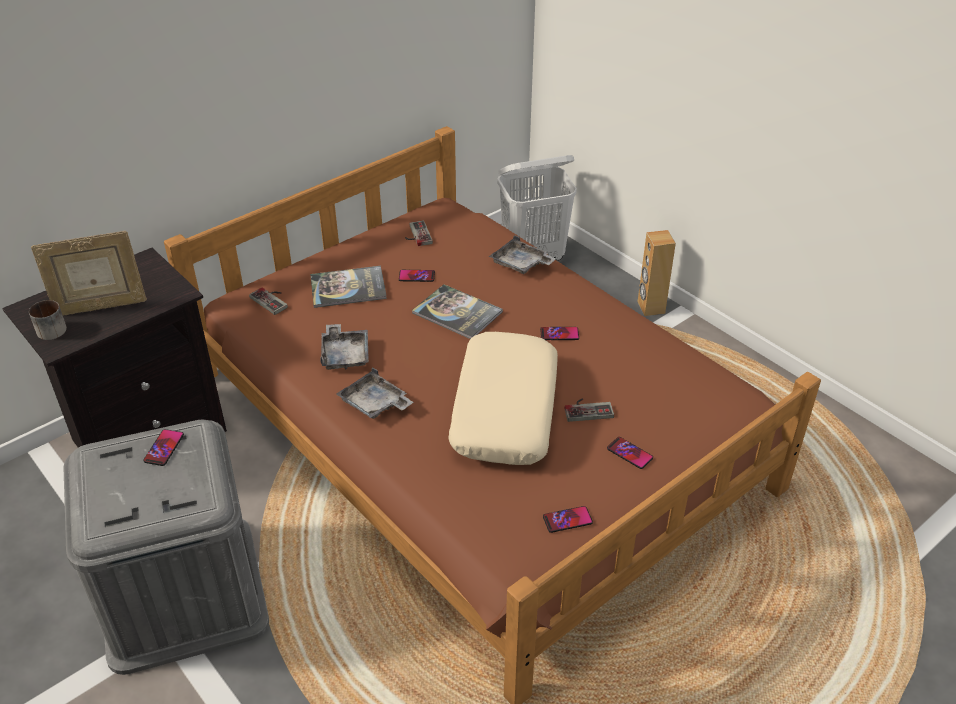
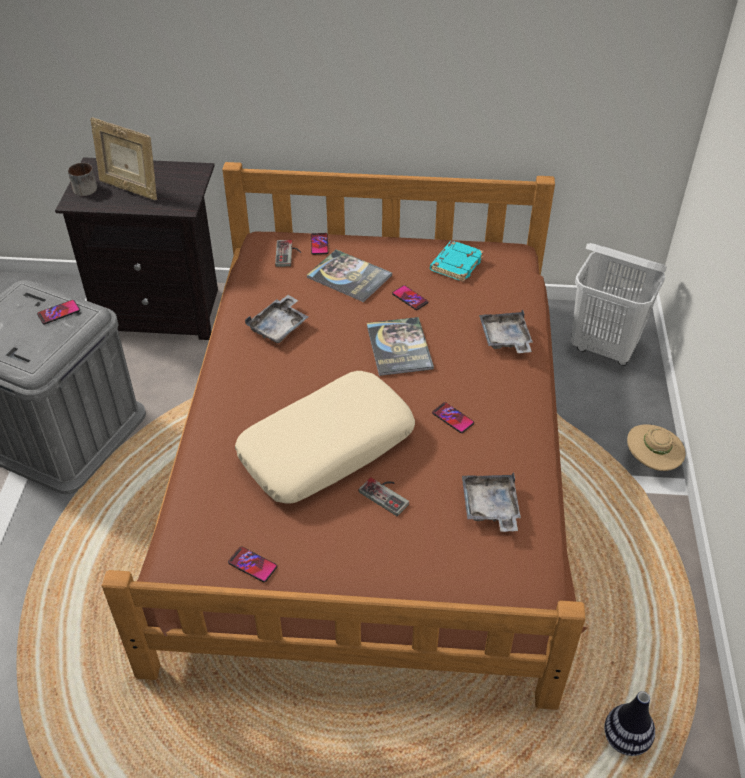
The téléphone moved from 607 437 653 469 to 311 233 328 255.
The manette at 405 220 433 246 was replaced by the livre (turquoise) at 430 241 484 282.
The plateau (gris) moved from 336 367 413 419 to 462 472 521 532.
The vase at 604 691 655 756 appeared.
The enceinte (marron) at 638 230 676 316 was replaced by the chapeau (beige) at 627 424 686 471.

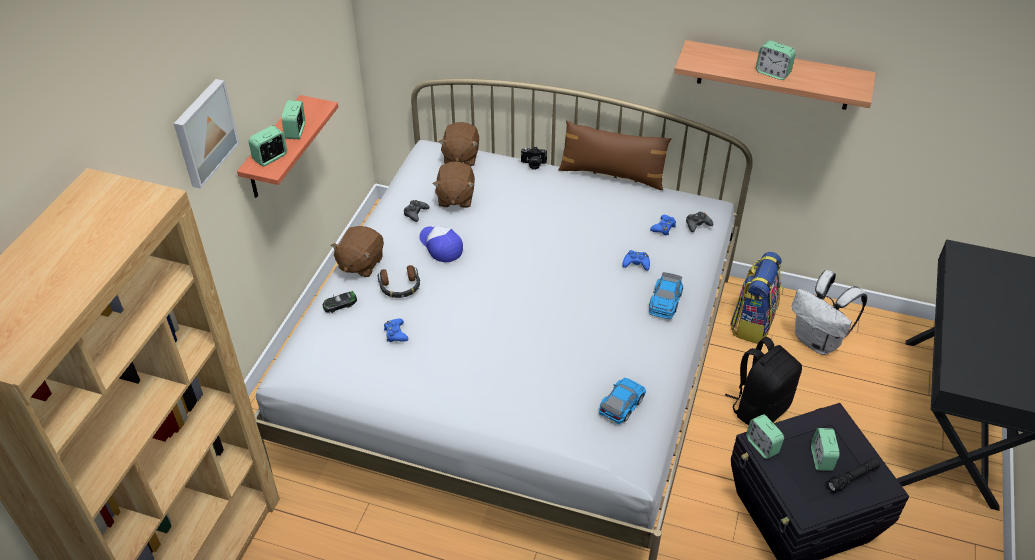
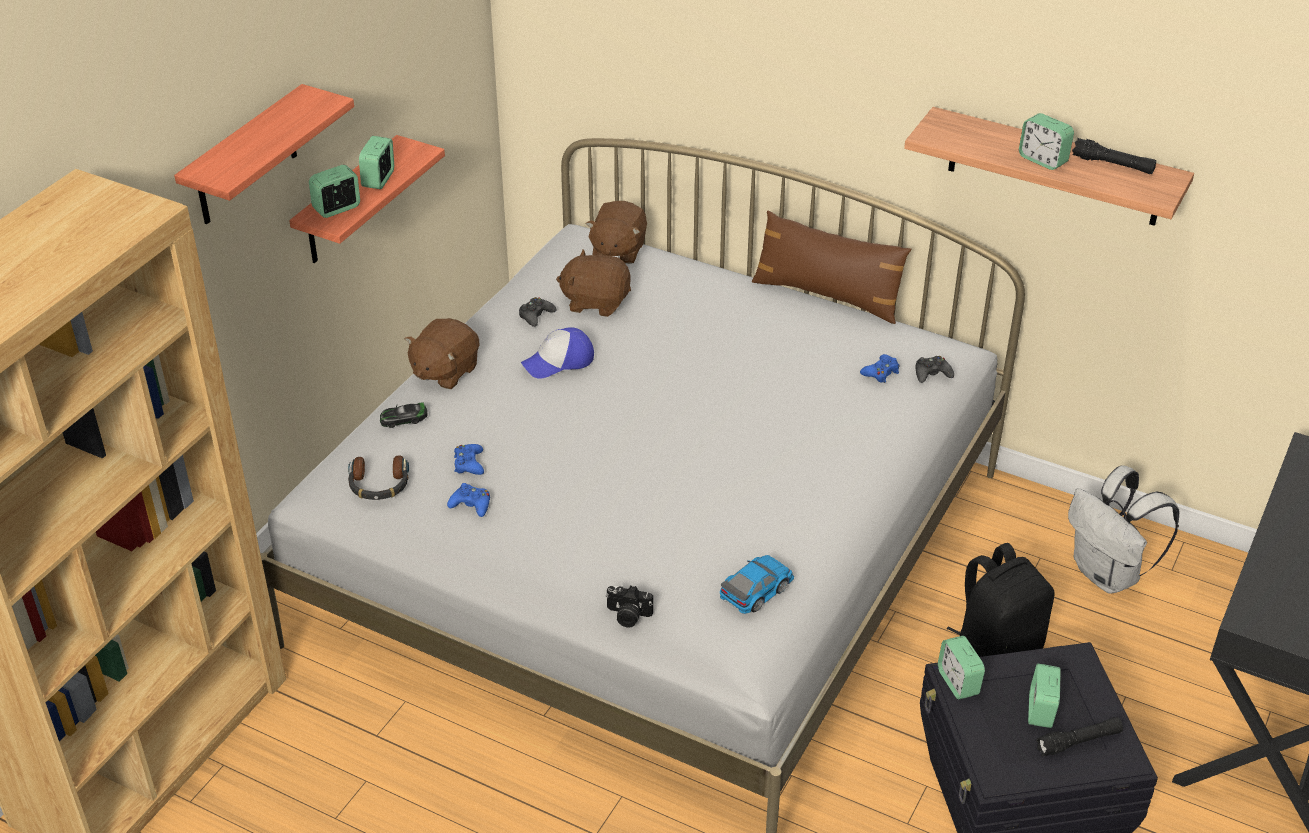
The tableau at 174 79 239 189 was replaced by the étagère at 174 84 354 224.
The casque audio moved from 377 265 420 298 to 348 455 409 500.
The manette (bleu) moved from 623 250 650 271 to 447 483 490 517.
The casquette at 419 226 463 262 turned 90 degrees counterclockwise.
The peluche (marron) at 433 162 475 208 turned 90 degrees clockwise.
The appareil photo moved from 521 147 547 170 to 605 585 653 627.
The lampe de poche (noir) at 1072 138 1156 174 appeared.
The petite voiture at 649 272 683 319 disappeared.
The sac à dos at 730 252 782 344 disappeared.

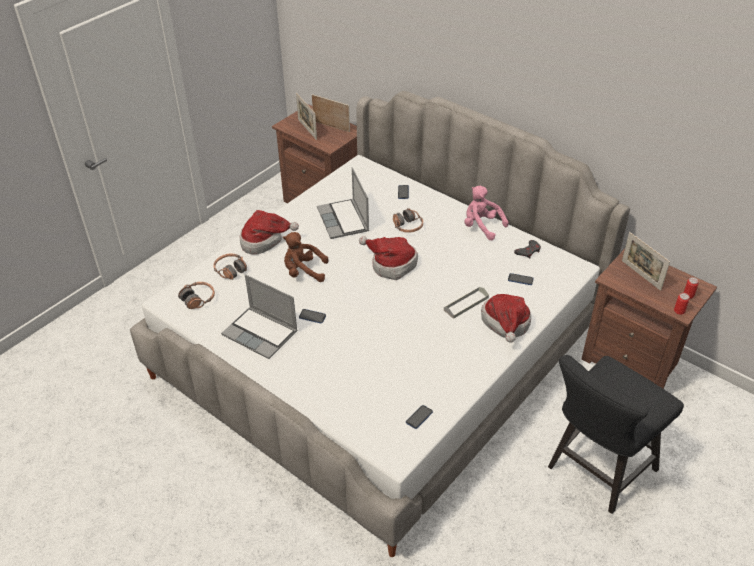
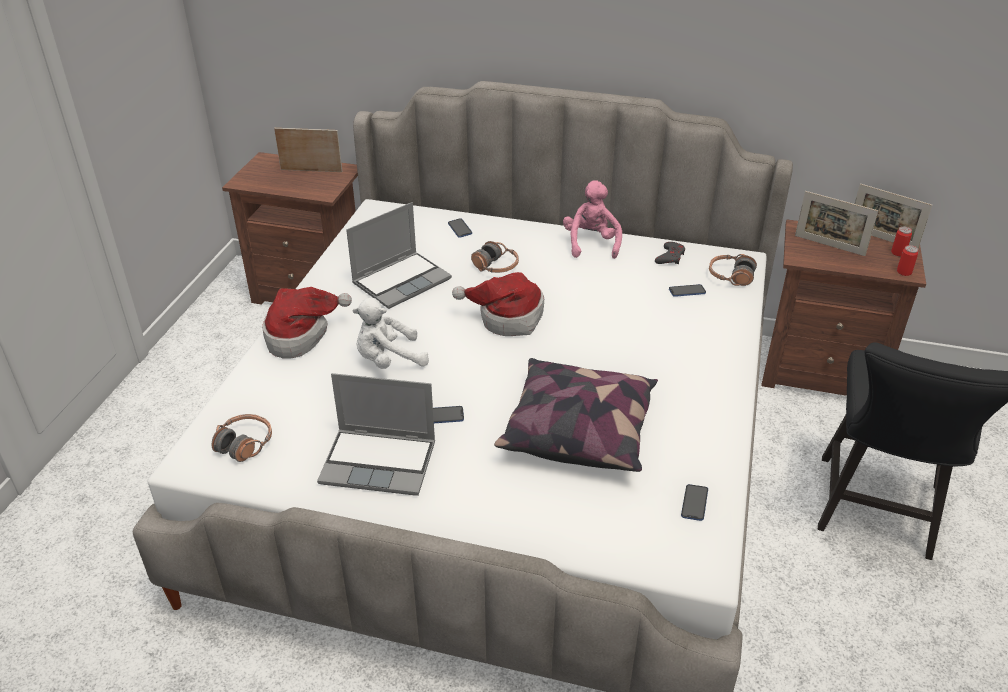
The ordinateur portable at 317 168 369 239 turned 90 degrees counterclockwise.
The peluche (marron) at 283 232 328 282 became the peluche (blanc) at 352 298 429 369.
The coussin at 494 358 658 472 appeared.
The peluche (rose) at 464 186 509 240 turned 75 degrees clockwise.
The casque audio moved from 213 254 247 280 to 709 254 757 286.
The cadre photo moved from 296 93 317 140 to 854 183 932 249.
The plateau (gris) at 444 287 489 319 disappeared.
The chapeau at 481 294 531 343 disappeared.

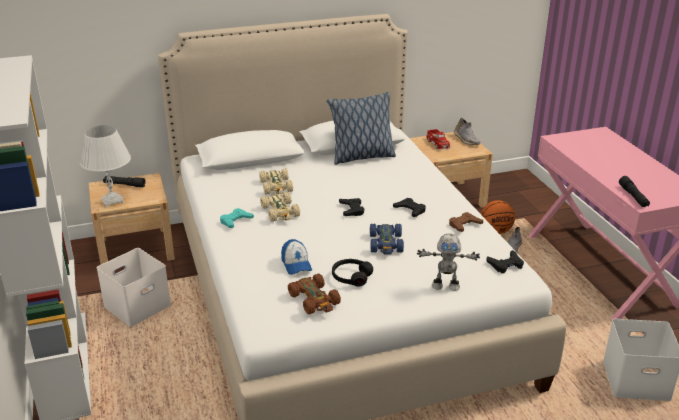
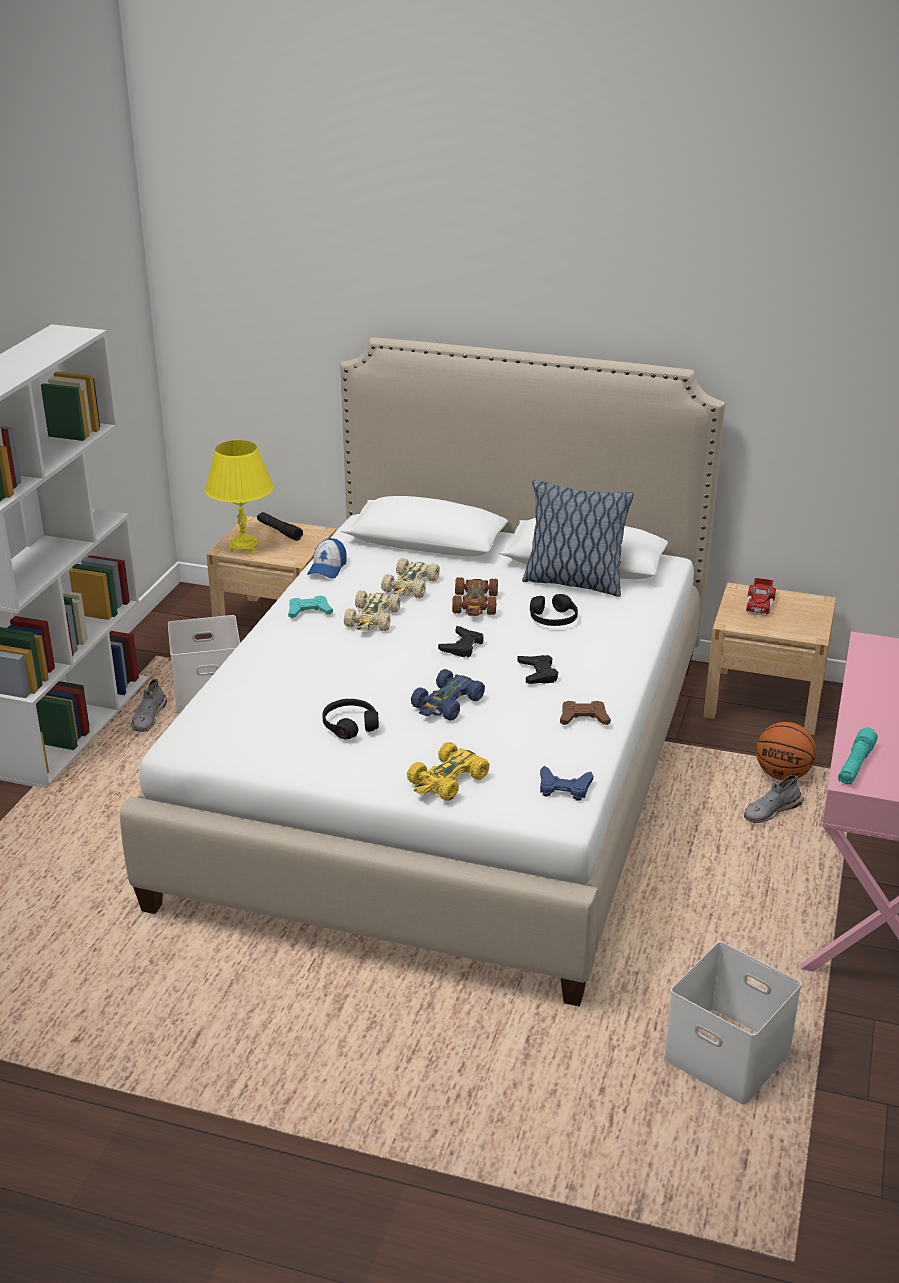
The chaussure (gris) moved from 454 118 480 145 to 131 679 167 732.
The lampe de table (blanc) at 80 125 131 208 became the lampe de table (jaune) at 205 440 274 553.
The casquette moved from 281 239 312 275 to 307 538 347 578.
The robot jouet at 417 234 480 291 was replaced by the petite voiture (jaune) at 407 742 489 801.
The petite voiture (marron) moved from 288 274 341 314 to 452 577 498 616.
The casque audio (noir) at 530 594 578 626 appeared.
The manette (noir) at 487 250 524 273 became the manette (bleu) at 540 766 593 801.
The lampe de poche (noir) at 619 176 650 207 became the lampe de poche (turquoise) at 838 727 878 785.

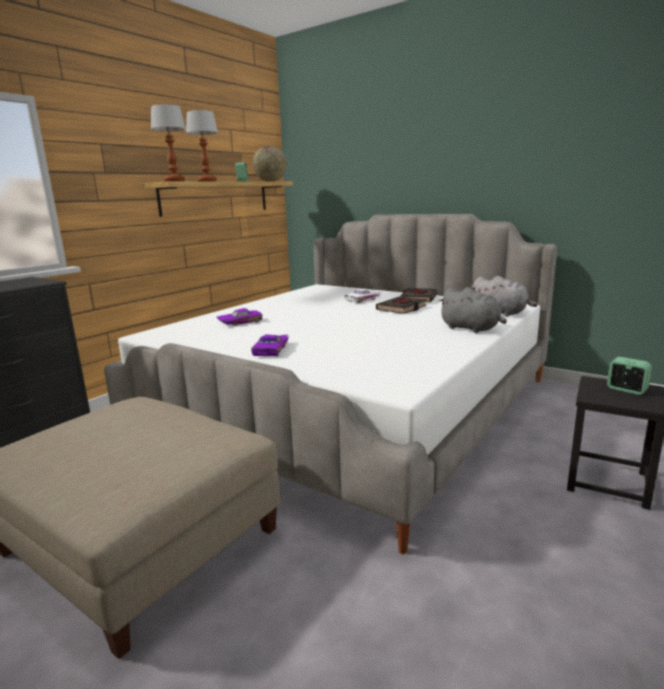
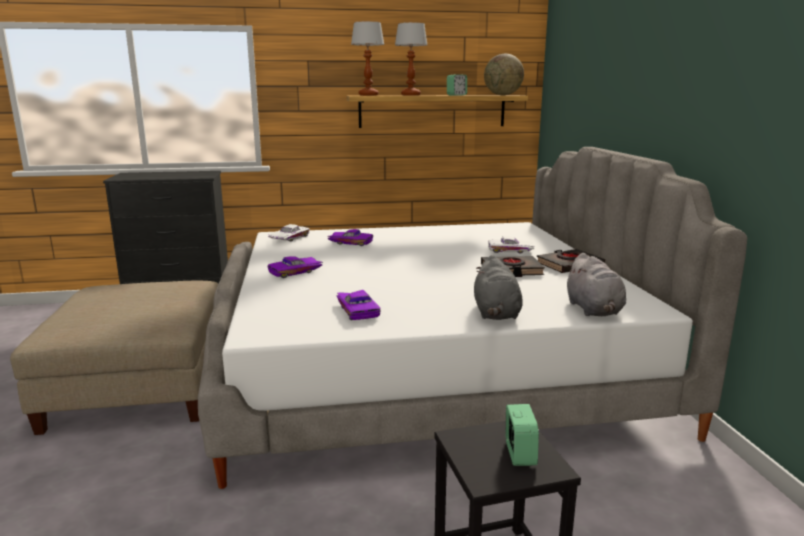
The petite voiture (blanc) at 268 224 310 241 appeared.
The petite voiture (violet) at 336 290 381 320 appeared.

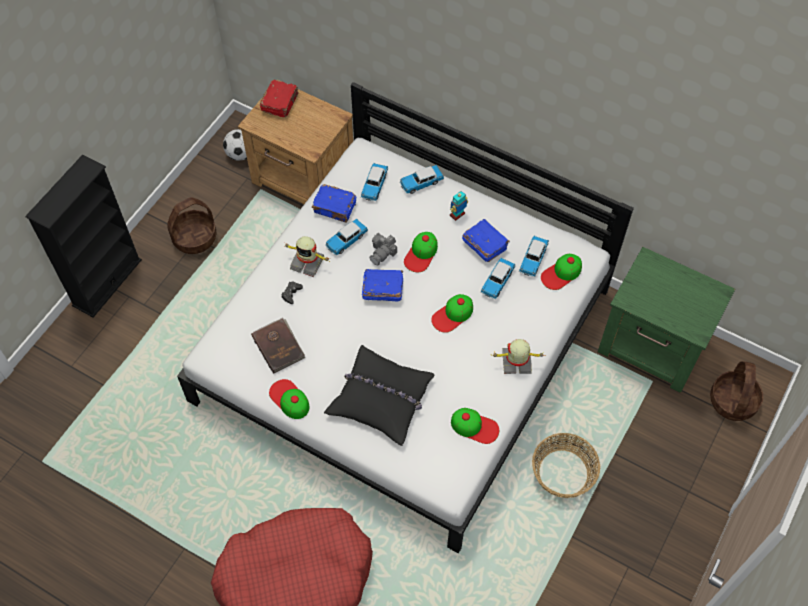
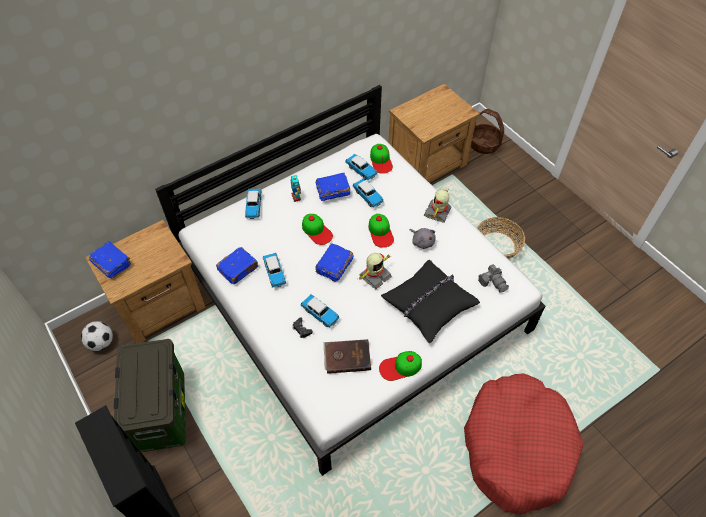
The livre (rouge) at 260 80 299 117 became the livre (bleu) at 89 241 131 278.
The panier at 167 198 216 254 was replaced by the boîte de rangement at 114 339 186 452.
The petite voiture moved from 361 163 388 201 to 301 294 339 328.
The robot jouet moved from 283 236 331 277 to 359 253 392 289.
The table de chevet (vert) at 598 247 735 393 became the table de chevet (marron) at 388 84 480 182.
The peluche (gris) at 409 228 435 249 appeared.
The appareil photo moved from 370 233 397 265 to 478 264 509 293.
The casquette at 451 408 499 444 disappeared.

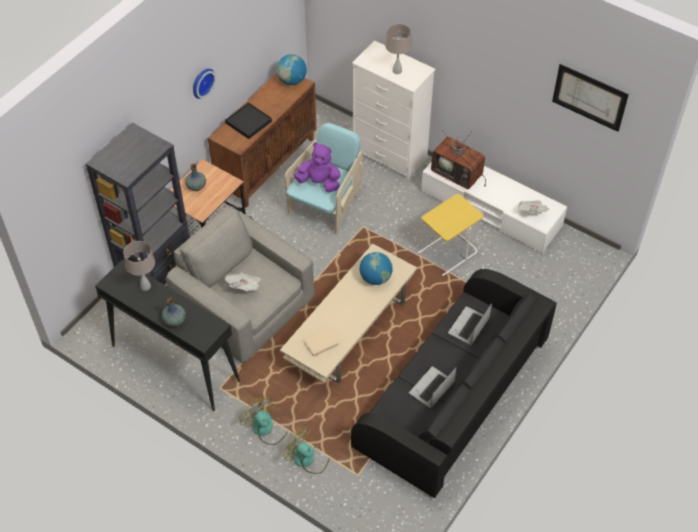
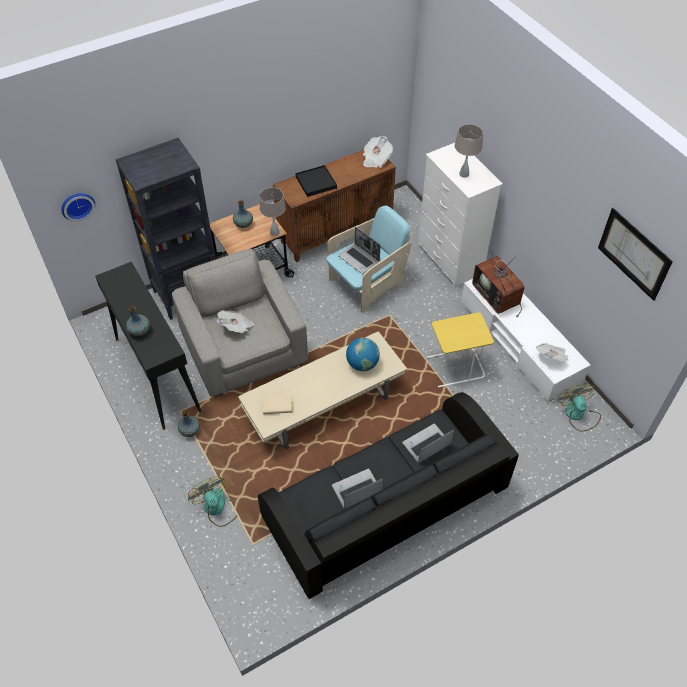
The horloge murale moved from 193 68 216 99 to 61 193 95 222.
The vase at 178 411 200 437 appeared.
The lampe de table (beige) moved from 123 241 155 291 to 260 187 286 236.
The peluche (violet) at 294 143 341 192 was replaced by the ordinateur portable at 338 227 380 274.
The globe at 276 54 307 85 was replaced by the journal at 363 136 393 168.
The ventilateur moved from 239 396 288 445 to 558 383 601 432.

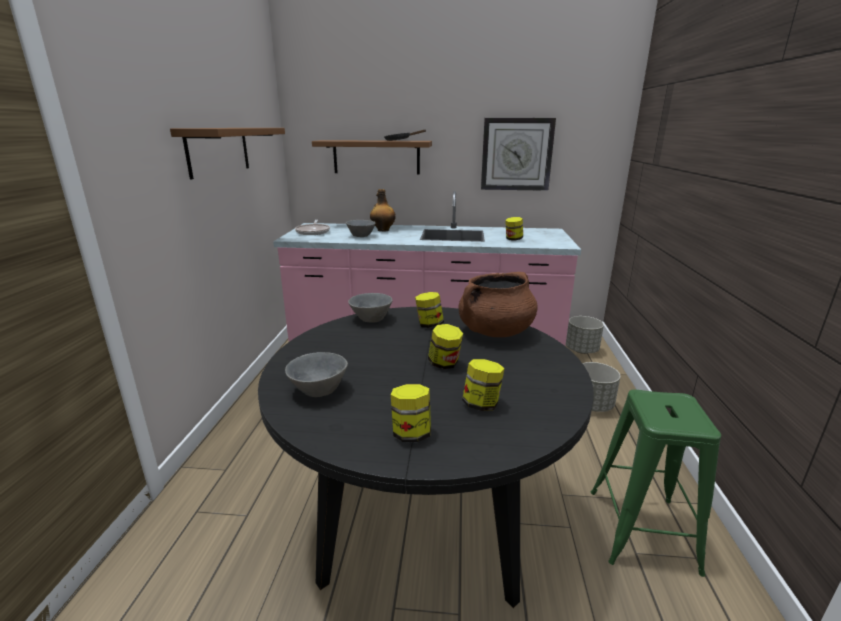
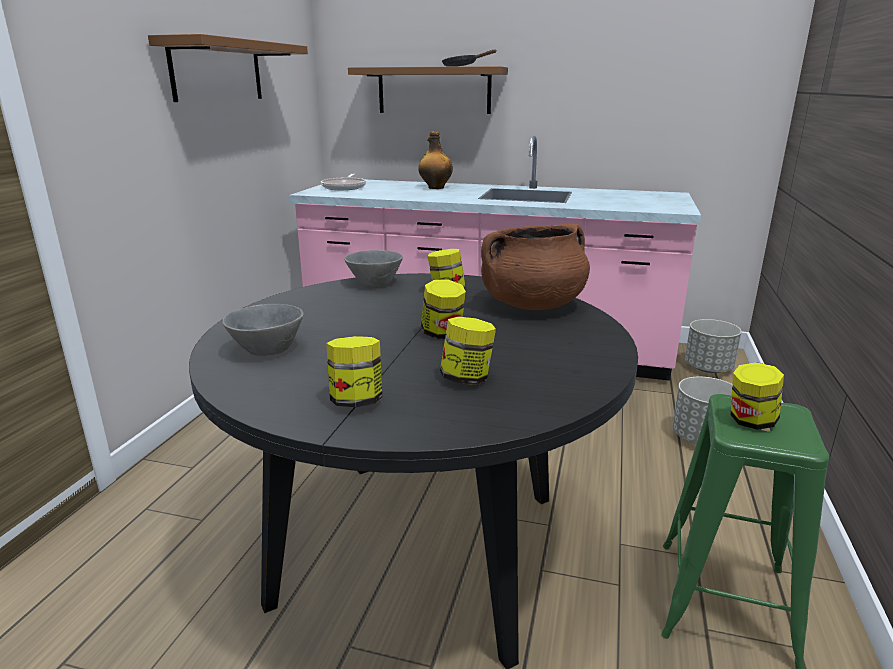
The bocal moved from 505 217 523 241 to 731 362 784 430.
The bol (gris) at 346 220 375 237 disappeared.
The horloge murale at 481 118 556 191 disappeared.

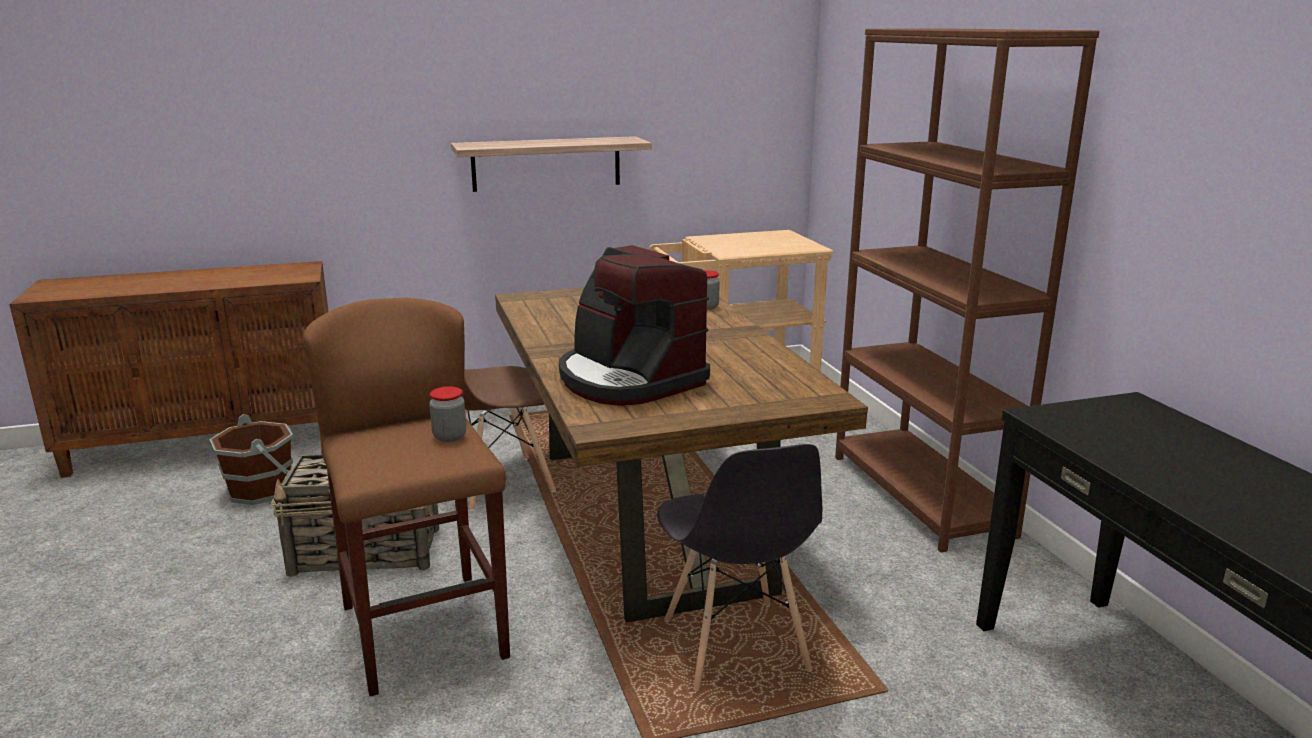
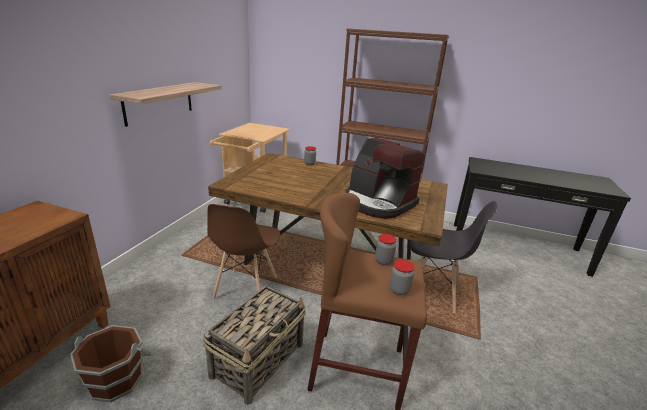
The machine à café at 559 245 710 406 turned 45 degrees clockwise.
The bocal at 390 260 415 295 appeared.

